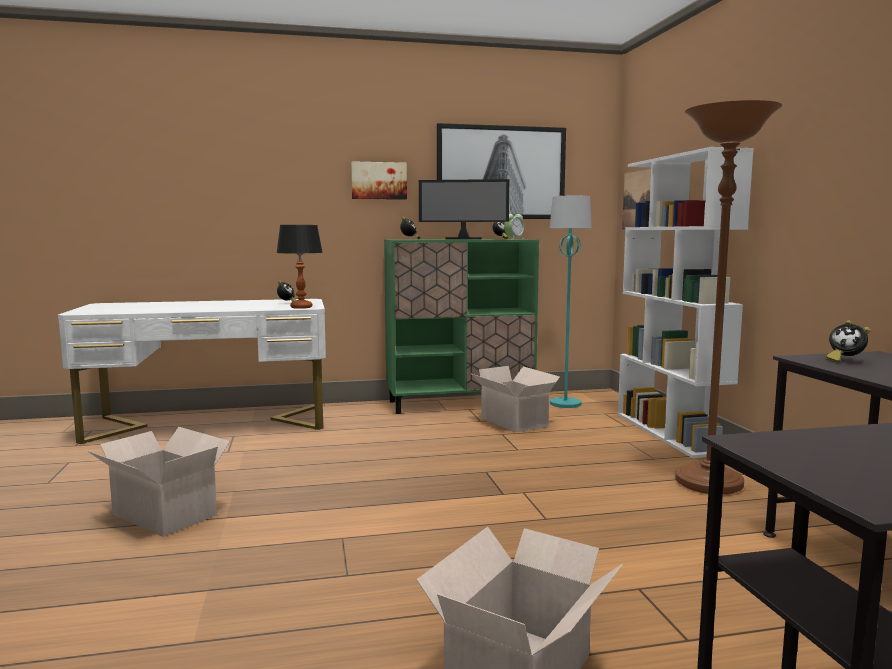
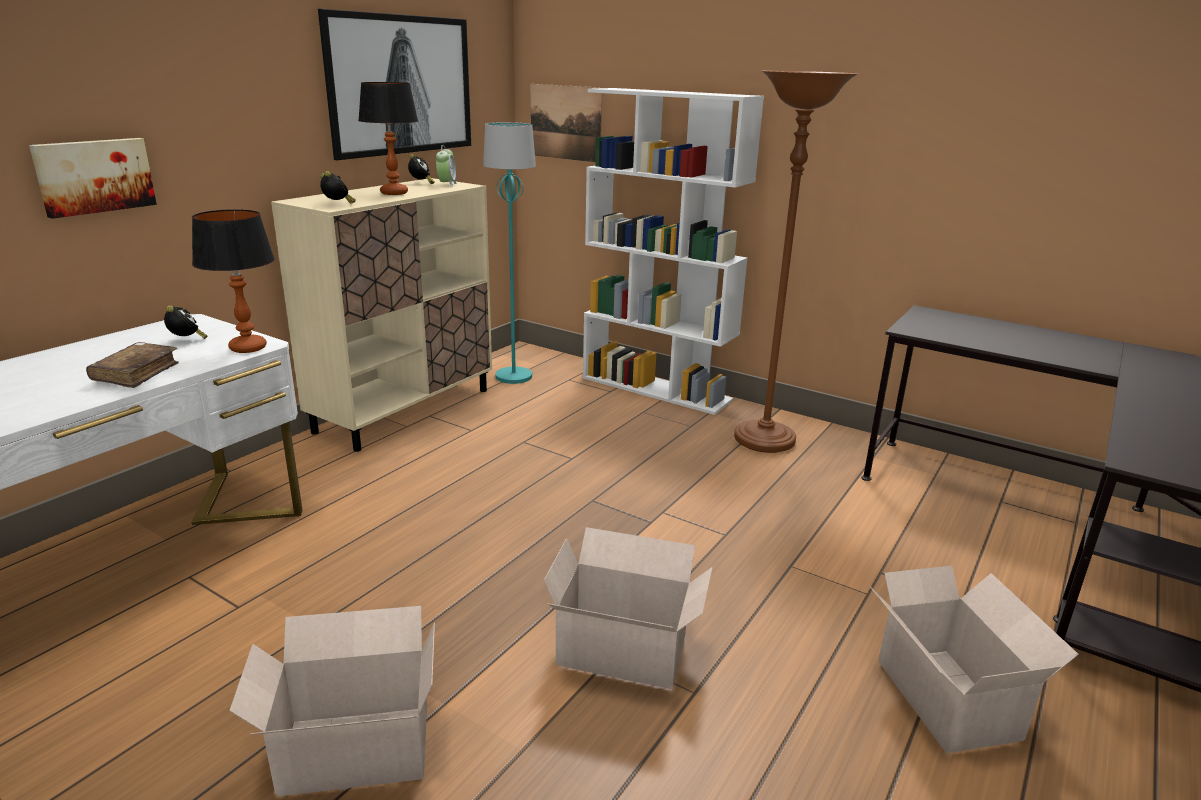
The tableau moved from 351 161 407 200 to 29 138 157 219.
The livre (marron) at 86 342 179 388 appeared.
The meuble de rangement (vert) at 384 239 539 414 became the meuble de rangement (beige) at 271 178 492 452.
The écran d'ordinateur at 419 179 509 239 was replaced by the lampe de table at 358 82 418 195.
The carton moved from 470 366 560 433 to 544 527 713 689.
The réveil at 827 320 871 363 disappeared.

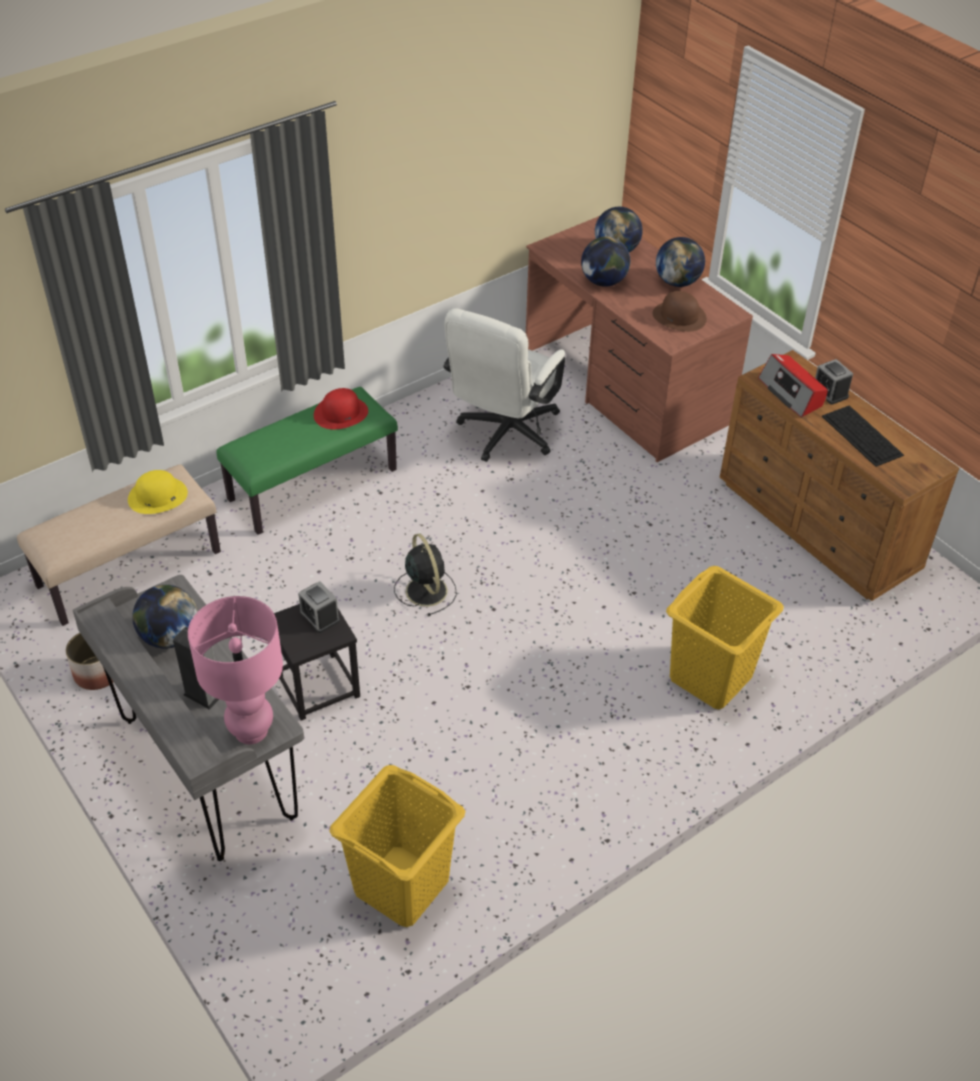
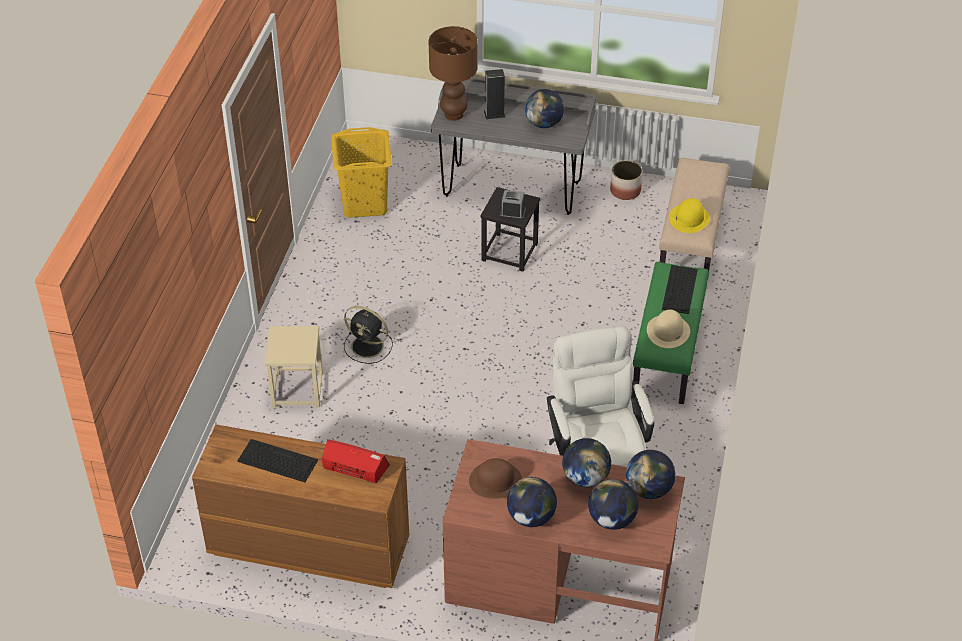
The panier à linge (jaune) at 666 566 784 709 was replaced by the tabouret (beige) at 265 326 323 408.
The ventilateur (noir) moved from 394 534 457 616 to 344 306 393 364.
The lampe de table (rose) at 188 596 283 744 became the lampe de table (marron) at 429 26 478 121.
The globe at 626 450 676 499 appeared.
The chapeau (rouge) at 314 388 368 429 became the chapeau (beige) at 647 310 690 348.
The clavier at 662 265 698 314 appeared.
The réveil at 815 359 853 405 disappeared.

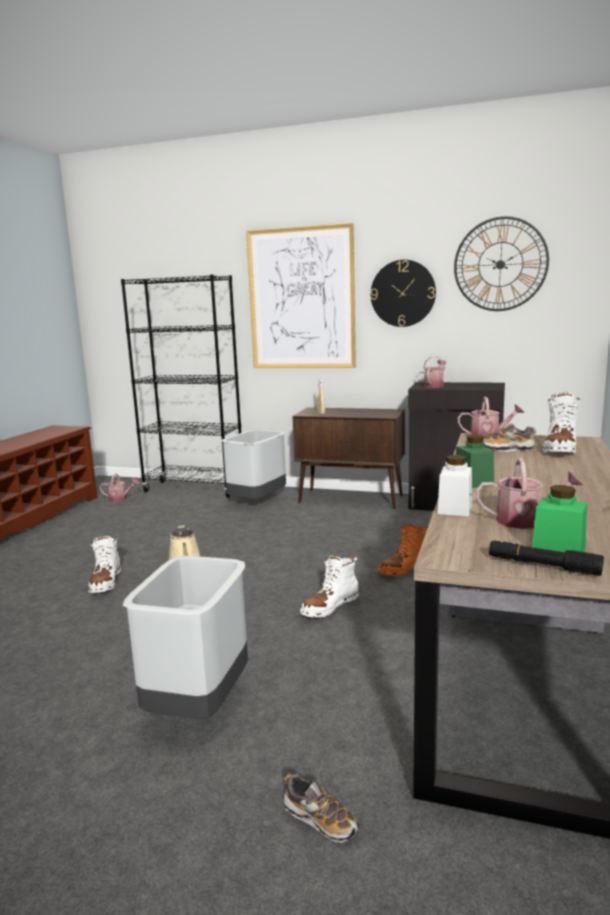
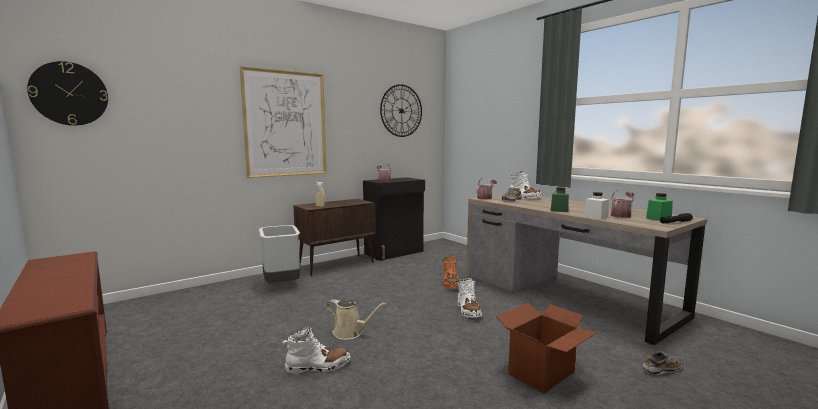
The horloge murale moved from 371 260 436 327 to 27 61 108 126.
The botte (blanc) at 88 535 121 593 turned 45 degrees counterclockwise.
The poubelle (gris) at 123 556 248 719 was replaced by the carton at 496 303 597 393.
The arrosoir at 100 473 139 502 disappeared.
The bibliothèque (noir) at 121 274 241 498 disappeared.

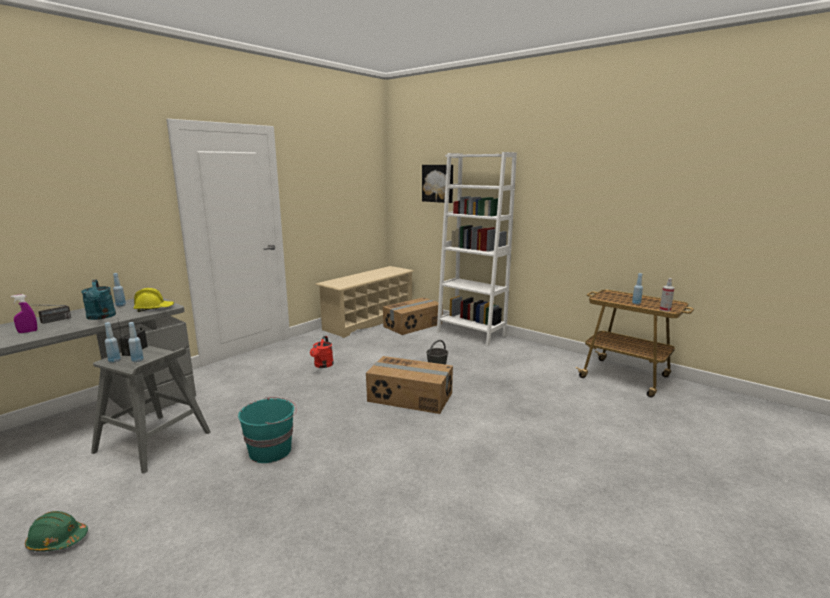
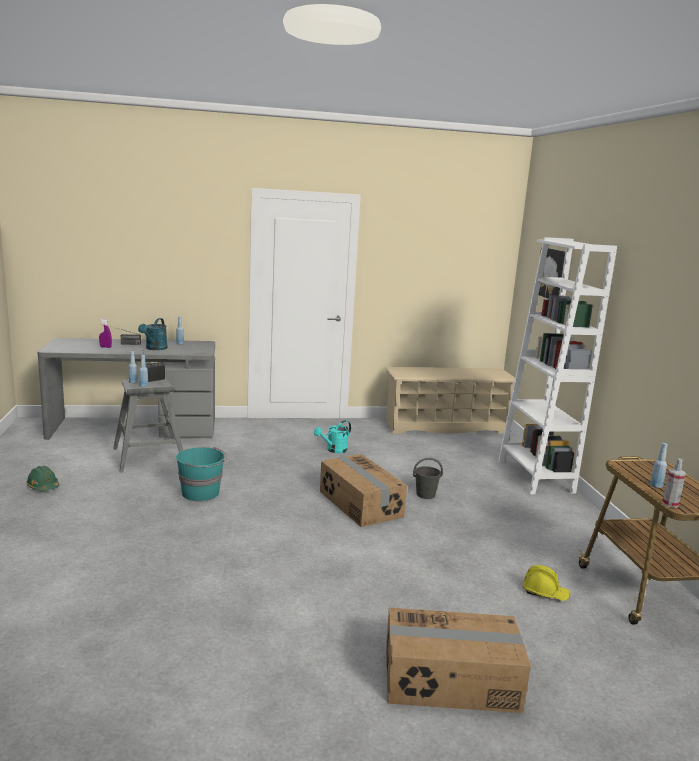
The arrosoir (rouge) at 310 336 334 368 became the arrosoir (turquoise) at 314 420 351 453.
The carton moved from 383 297 443 335 to 386 608 531 713.
The casque de chantier (jaune) moved from 133 288 174 312 to 523 565 570 601.

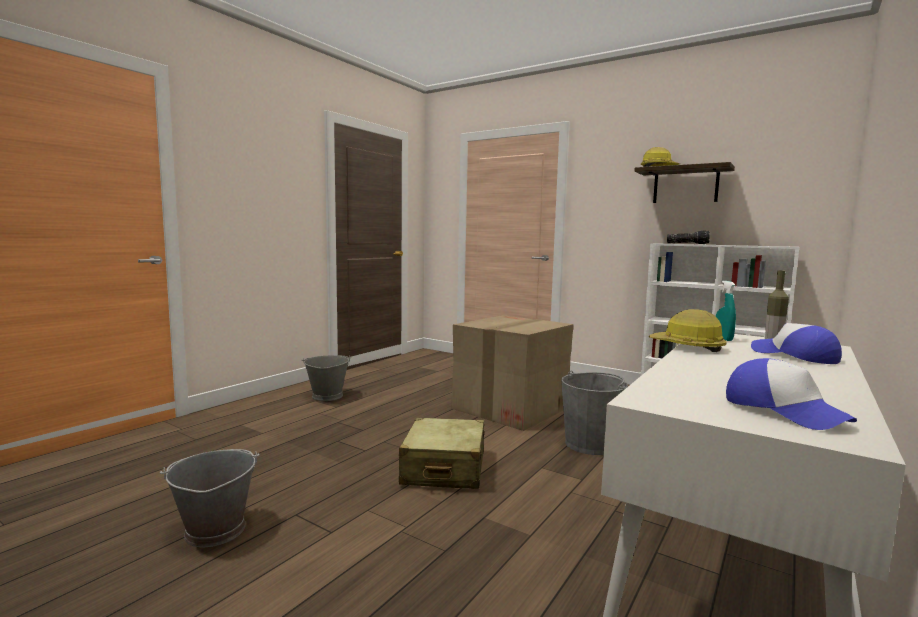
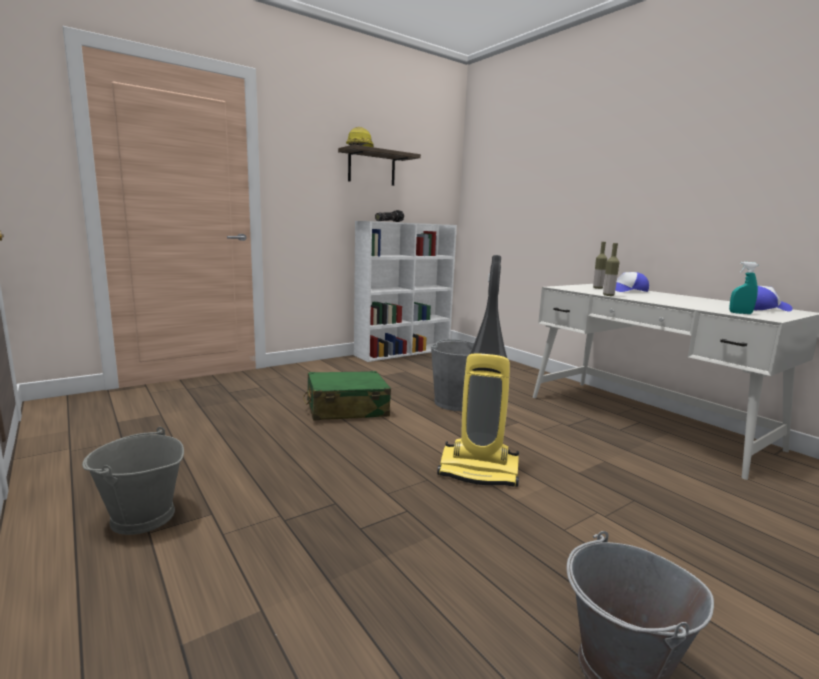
The carton at 451 315 574 431 was replaced by the valise (vert) at 303 371 391 421.
The valise (beige) at 399 417 485 489 was replaced by the aspirateur at 437 255 519 487.
The casque de chantier at 649 309 727 352 was replaced by the bouteille at 603 243 620 296.
The vaporisateur (turquoise) moved from 716 281 736 341 to 729 262 759 314.

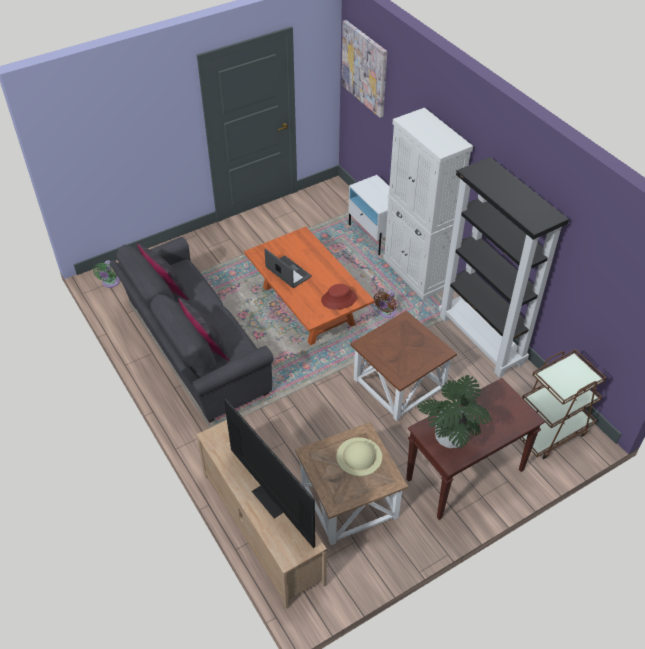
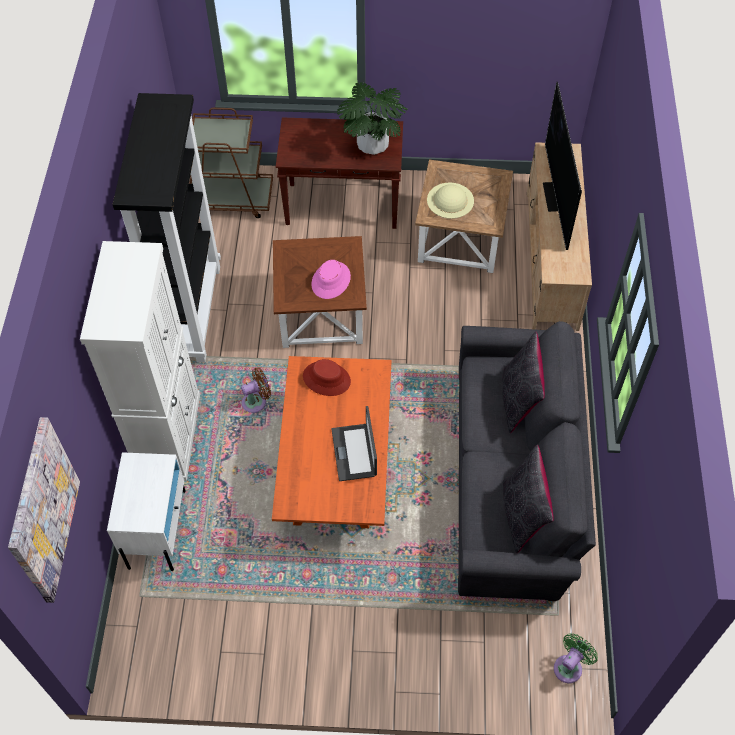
The chapeau (rose) at 311 260 351 299 appeared.

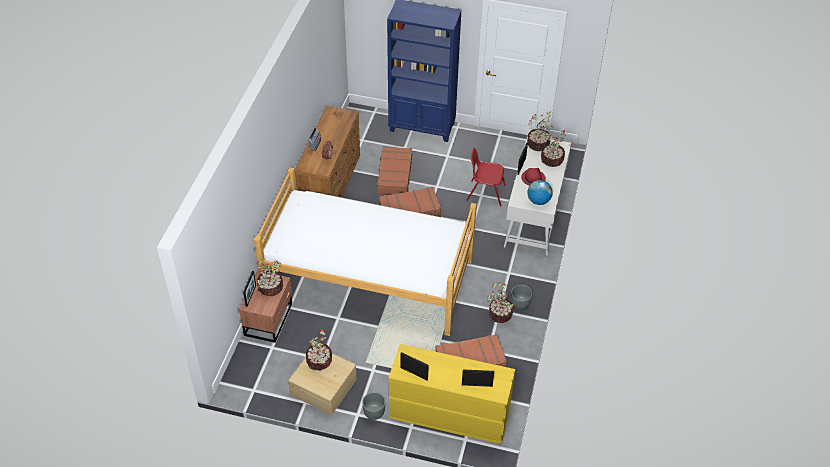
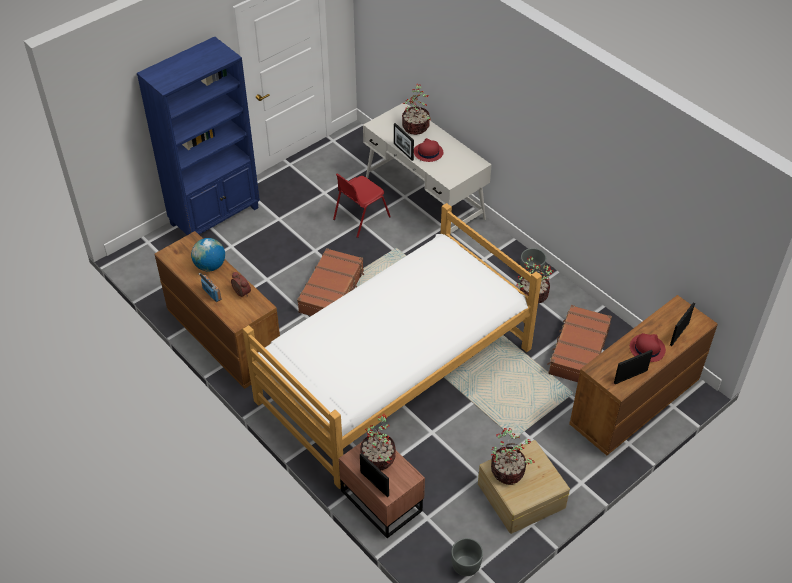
The globe moved from 528 180 553 205 to 191 238 225 272.
The cache-pot (gris) moved from 362 392 385 420 to 451 538 483 576.
The commode (jaune) at 389 344 515 444 became the commode (marron) at 569 295 718 455.
The chapeau (rouge) at 630 333 666 362 appeared.
The valise (marron) at 375 146 412 195 disappeared.
The plante en pot at 527 112 553 151 disappeared.

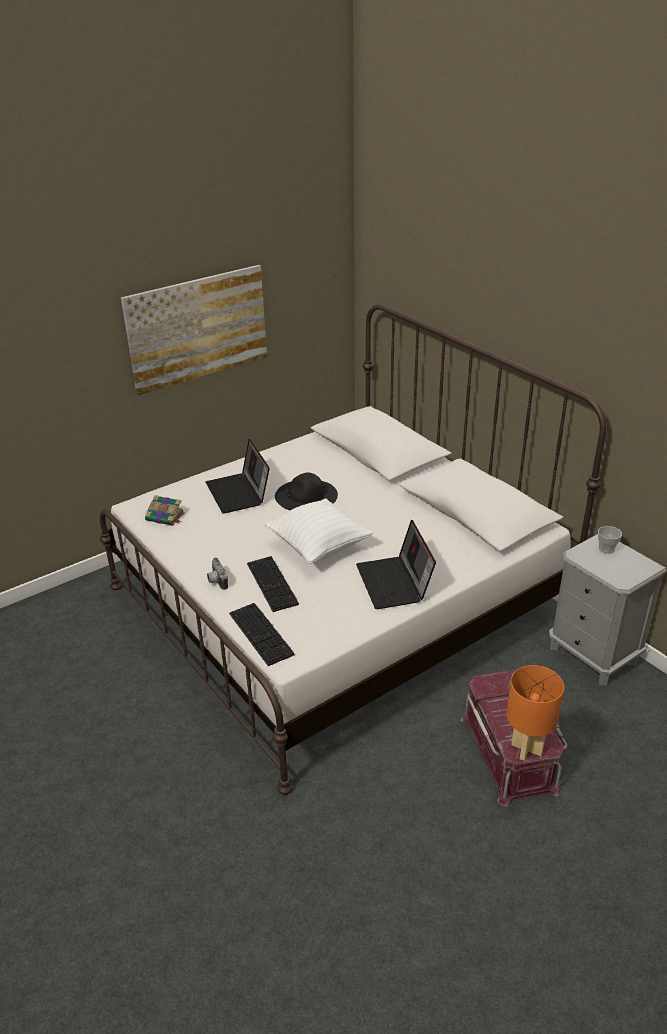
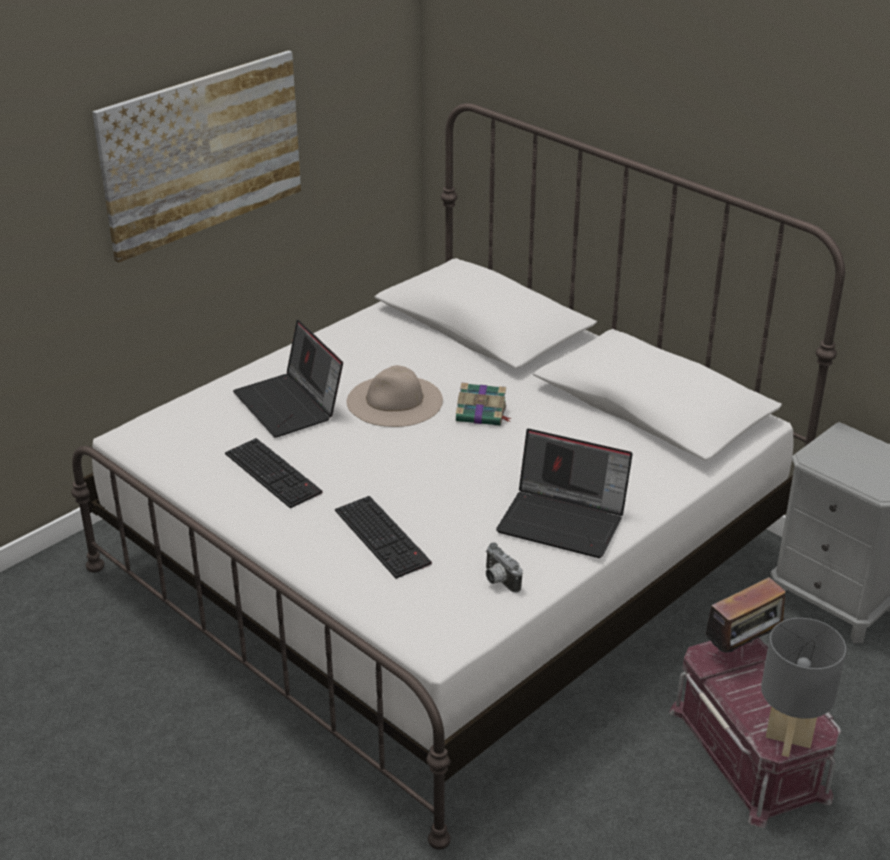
The clavier moved from 229 603 295 666 to 225 438 323 509.
The chapeau (noir) at 275 472 338 510 became the chapeau (beige) at 347 365 443 427.
The livre moved from 145 495 185 526 to 456 383 511 426.
The appareil photo moved from 207 557 228 590 to 486 542 523 593.
The ordinateur portable at 356 519 436 609 turned 45 degrees counterclockwise.
The radio at 705 577 786 657 appeared.
The lampe de table (orange) at 506 665 564 761 became the lampe de table (gris) at 761 618 846 757.
The coussin (blanc) at 265 499 373 564 disappeared.
The tasse at 598 526 622 554 disappeared.

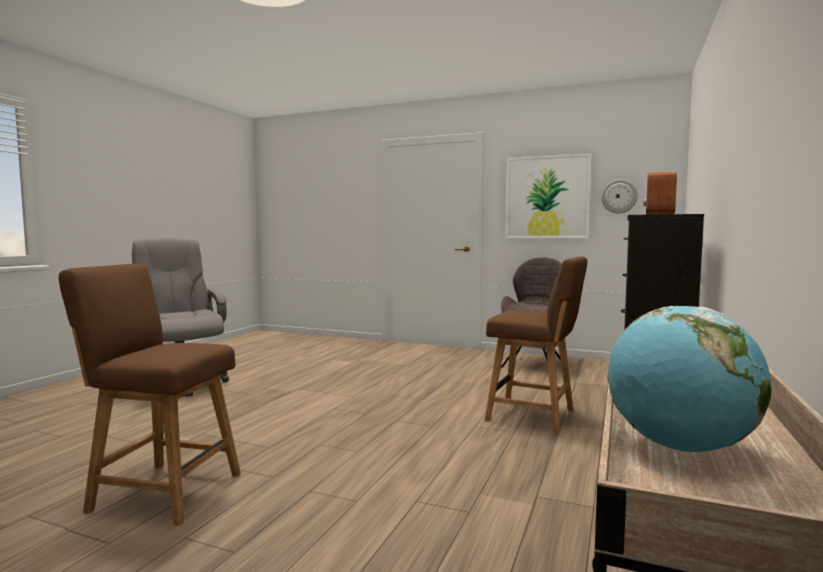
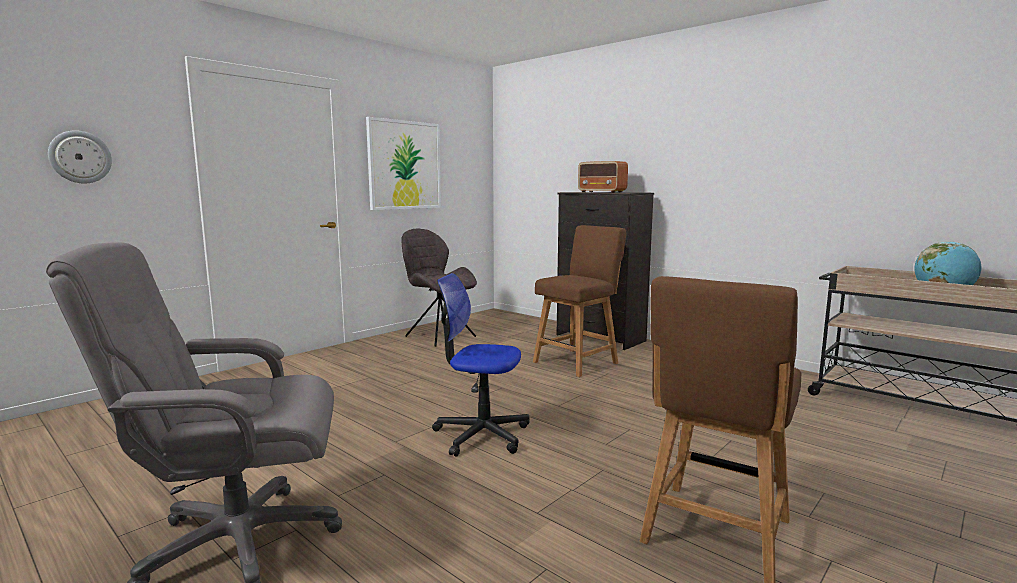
The horloge murale moved from 601 179 638 213 to 48 130 112 183.
The chaise de bureau at 432 273 530 457 appeared.

